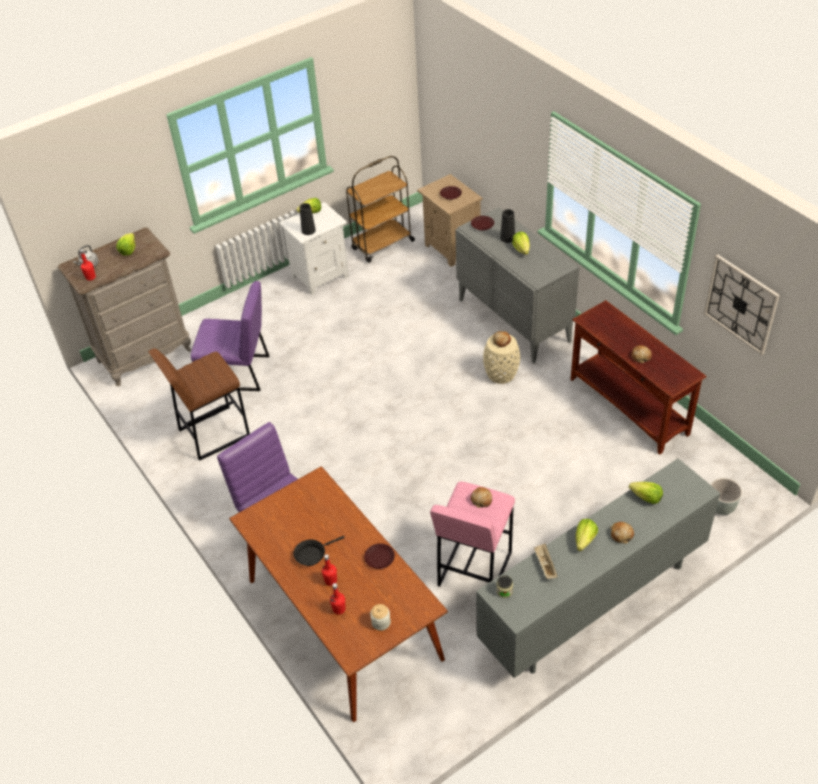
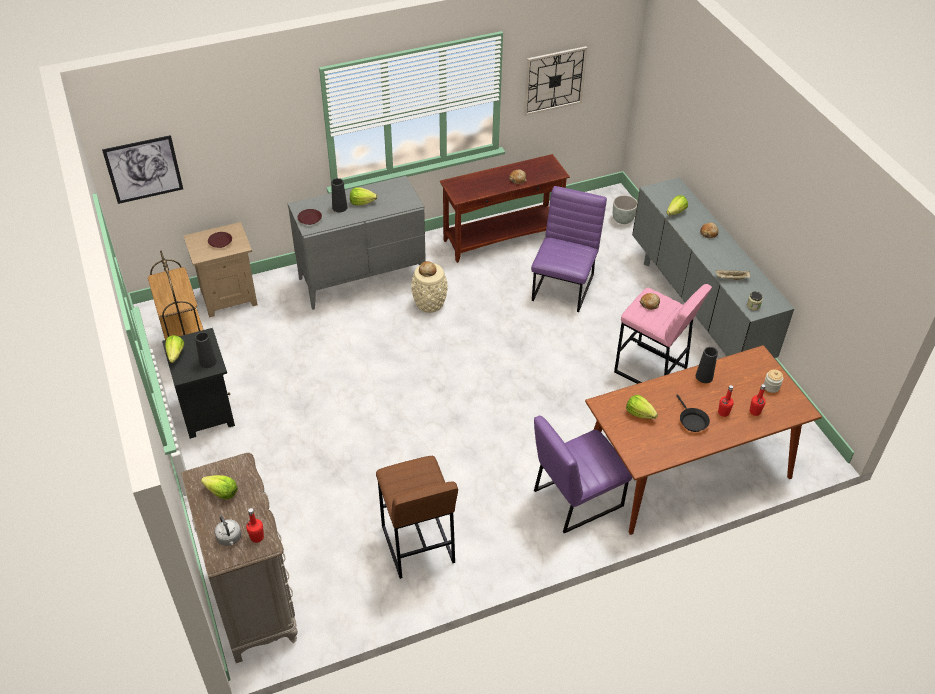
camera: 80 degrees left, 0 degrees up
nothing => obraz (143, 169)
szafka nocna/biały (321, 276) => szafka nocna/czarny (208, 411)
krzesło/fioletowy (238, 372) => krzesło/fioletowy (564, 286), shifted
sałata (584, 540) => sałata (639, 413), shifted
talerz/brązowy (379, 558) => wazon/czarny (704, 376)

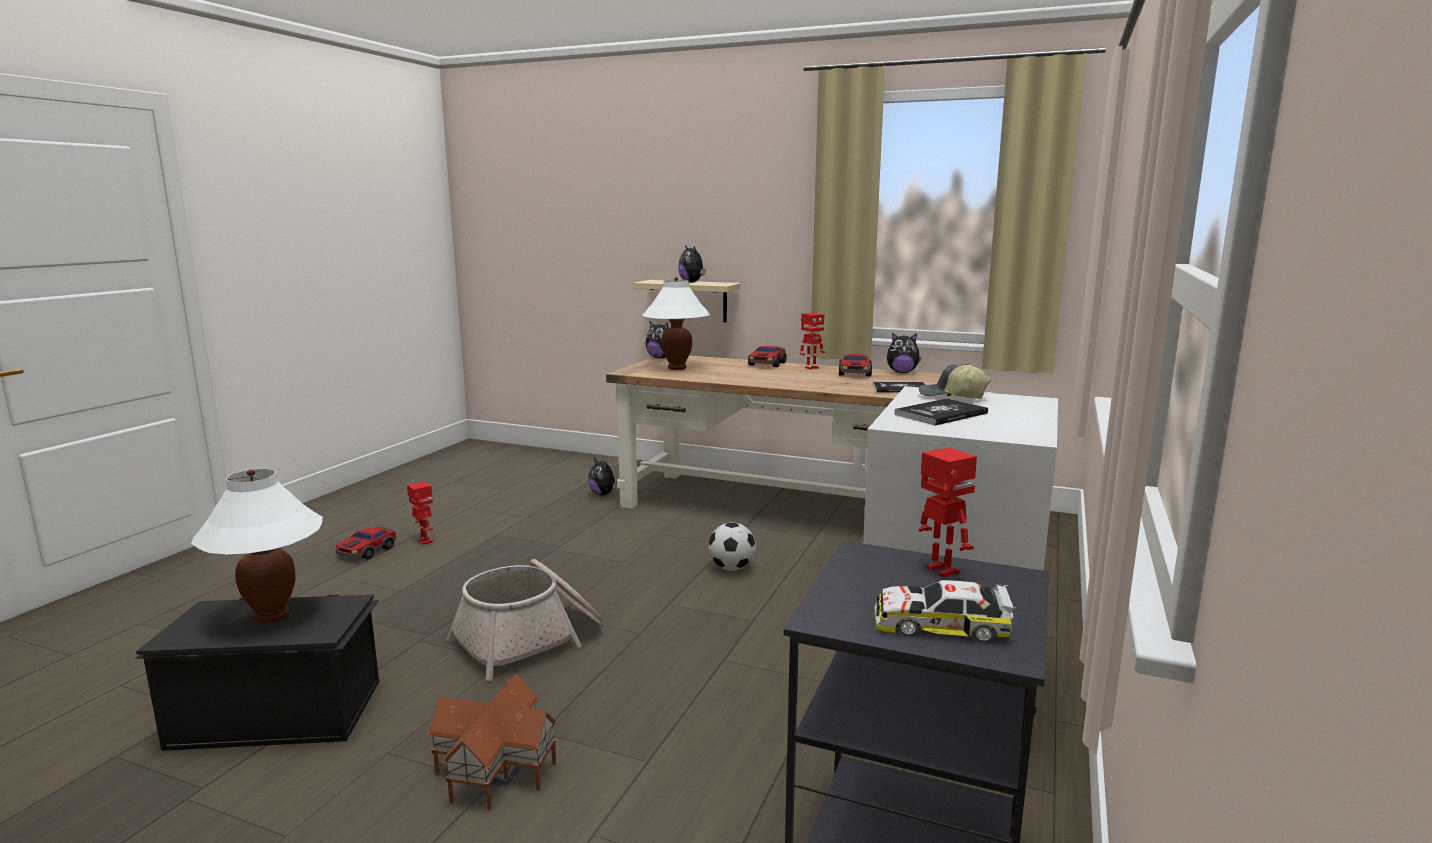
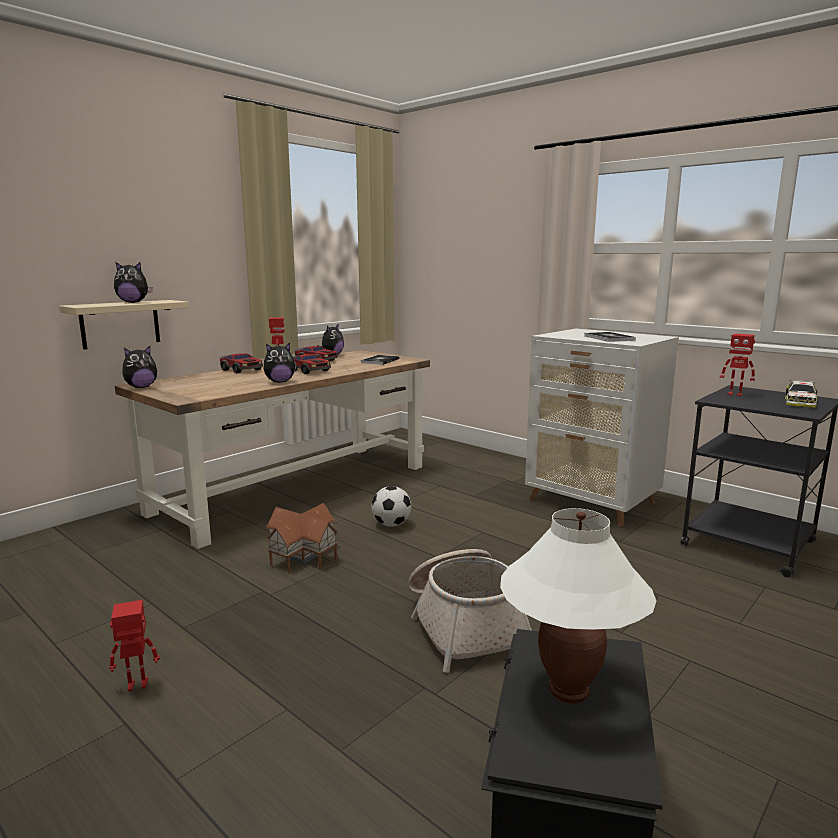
camera: 70 degrees left, 0 degrees up
pluszak (603, 494) => pluszak (280, 382), shifted
domek (495, 768) => domek (301, 556), shifted
samochodzik (368, 551) => samochodzik (309, 371), shifted
robot zabawkowy (941, 571) => robot zabawkowy (735, 394), 135 degrees counterclockwise
lampa stołowa/biały (677, 368) => nothing
czapka z daszkiem (951, 397) => nothing

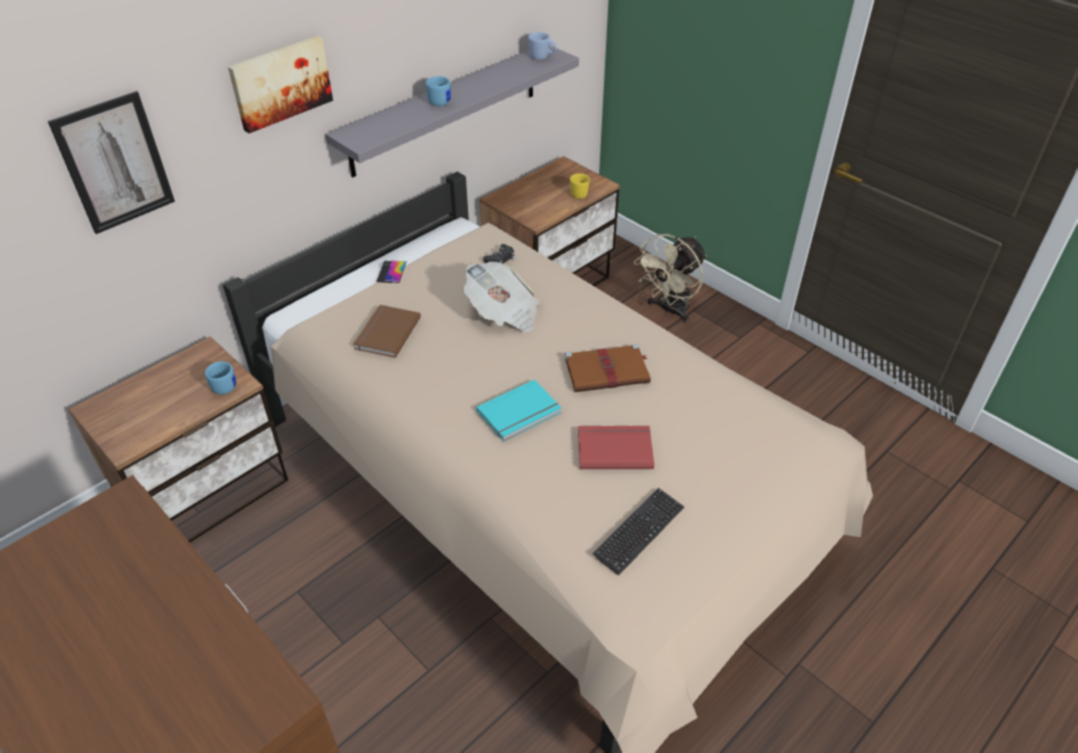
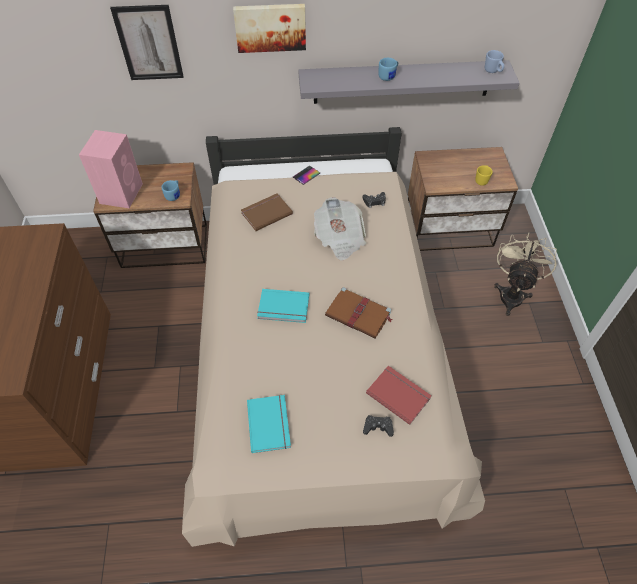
camera: 40 degrees right, 10 degrees up
nothing => głośnik/różowy (121, 192)
klawiatura (639, 532) => książka/turkusowy (270, 424)
nothing => pad do gier/czarny (378, 427)
książka/czerwony (614, 448) => książka/czerwony (399, 394), shifted
wentylator/beżowy (669, 310) => wentylator/beżowy (512, 293), 120 degrees clockwise

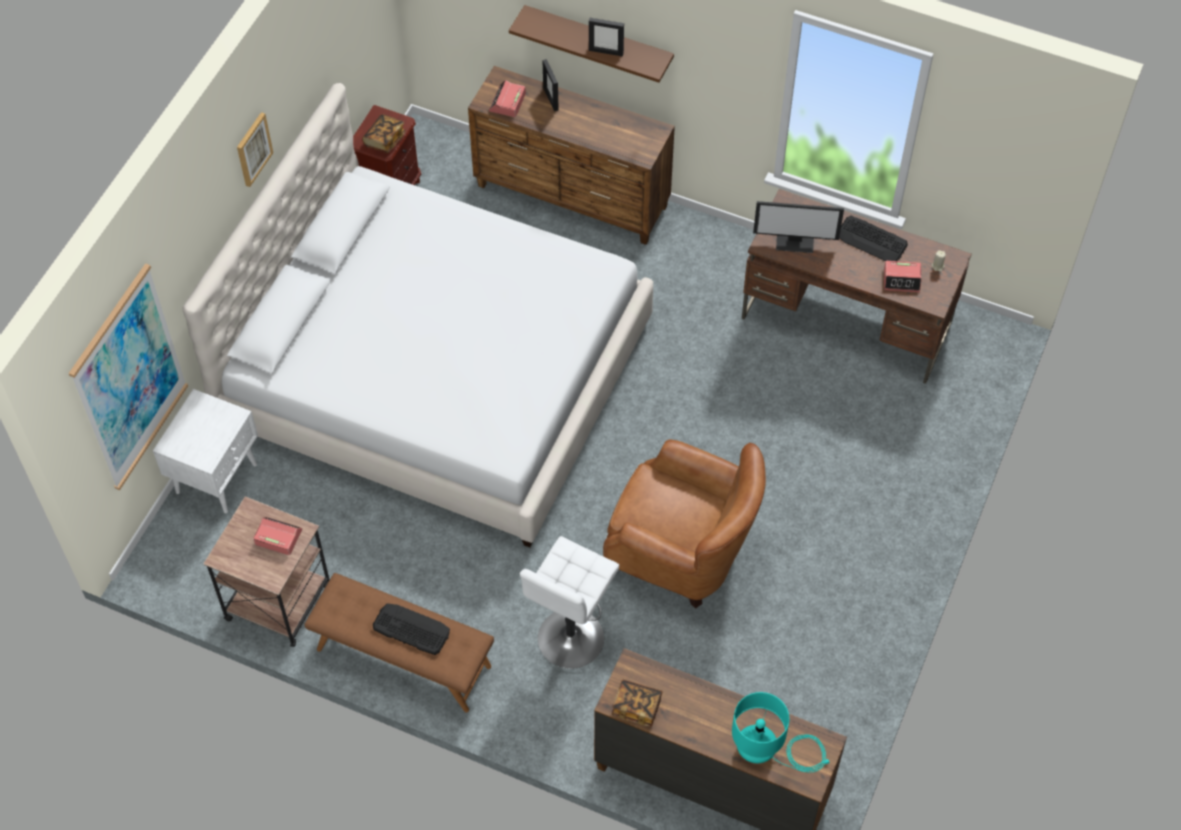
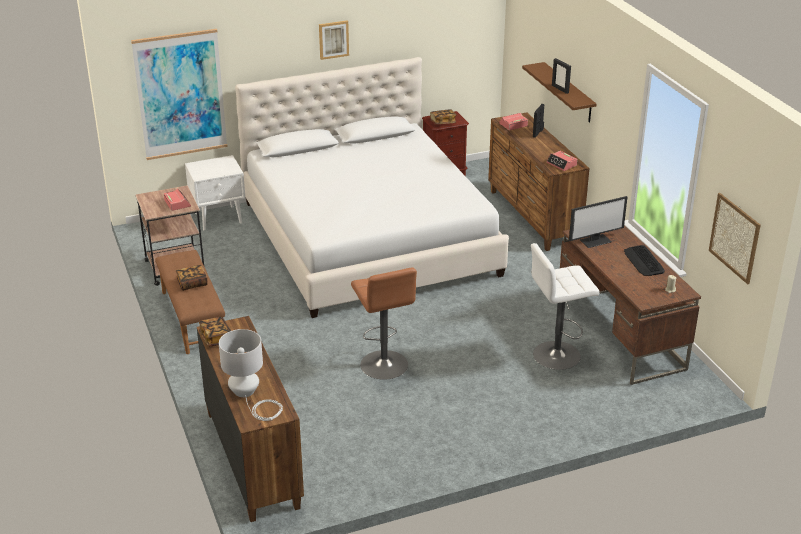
camera: 45 degrees right, 25 degrees down
klawiatura (411, 629) => książka (192, 283)
lampa stołowa/turkusowy (775, 751) => lampa stołowa/biały (253, 398)
fotel/brązowy (682, 552) => stołek/brązowy (384, 365)
stołek/biały (569, 638) => stołek/biały (556, 355), shifted
budzik (902, 280) => budzik (561, 164), shifted
monitor (795, 242) => monitor (595, 240), 75 degrees counterclockwise
nothing => obraz (734, 237)

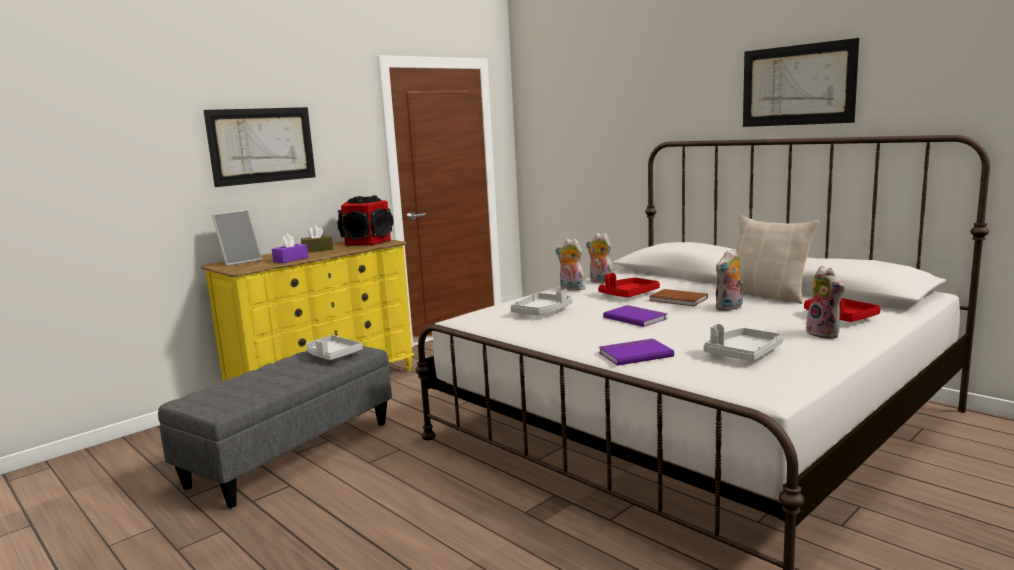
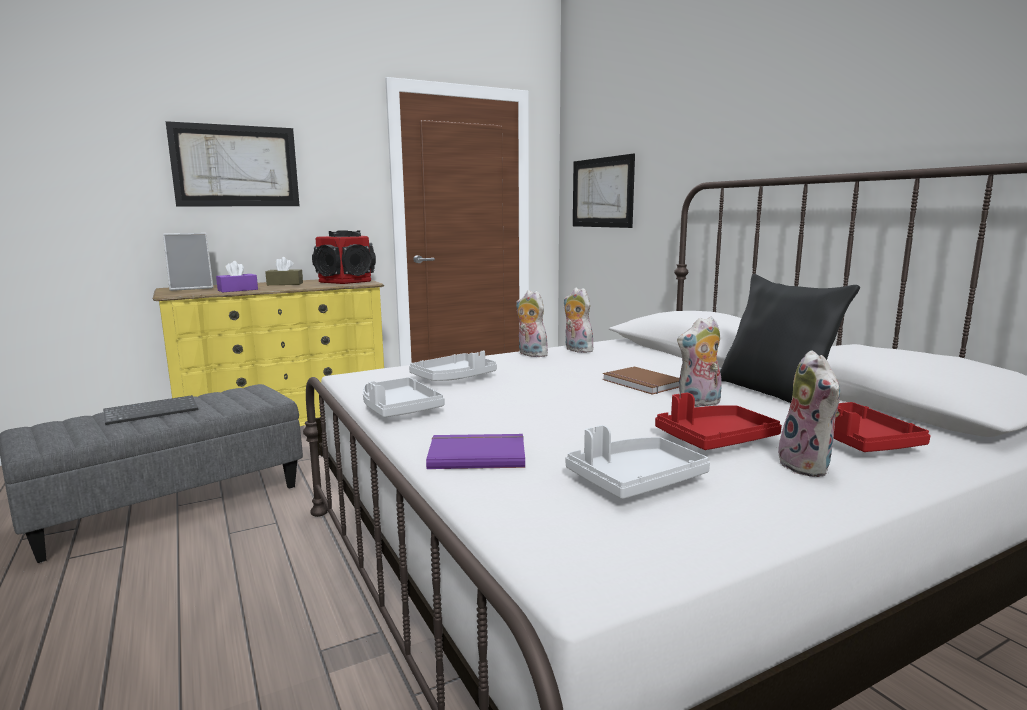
camera: 15 degrees right, 0 degrees up
nothing => klawiatura (153, 411)
taca/szary (332, 355) => taca/szary (398, 409), shifted
obraz (797, 85) => obraz (602, 192), shifted
taca/czerwony (628, 295) => taca/czerwony (715, 439), shifted
poduszka/beżowy (768, 295) => poduszka/czarny (775, 392)
książka/fioletowy (636, 318) => nothing

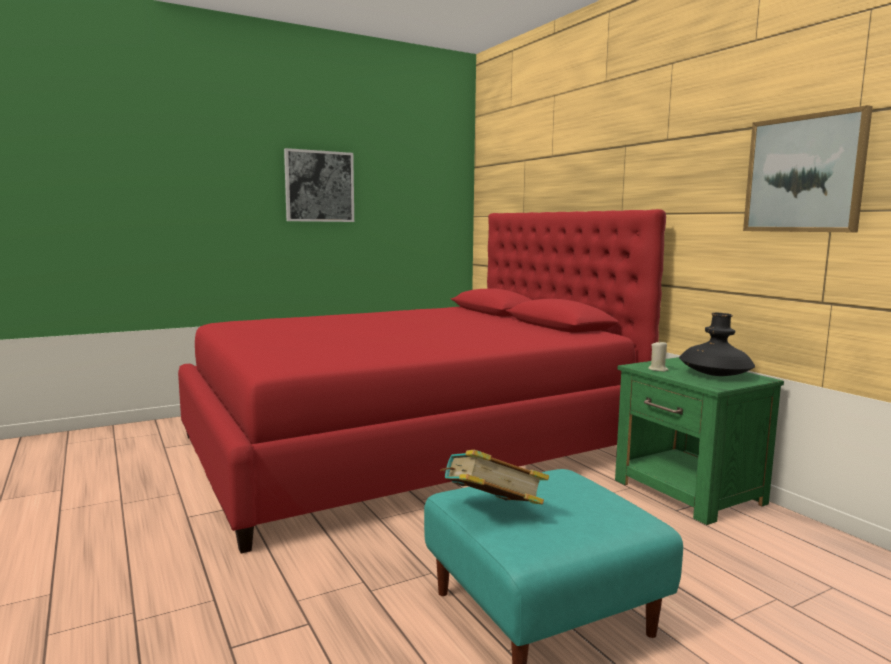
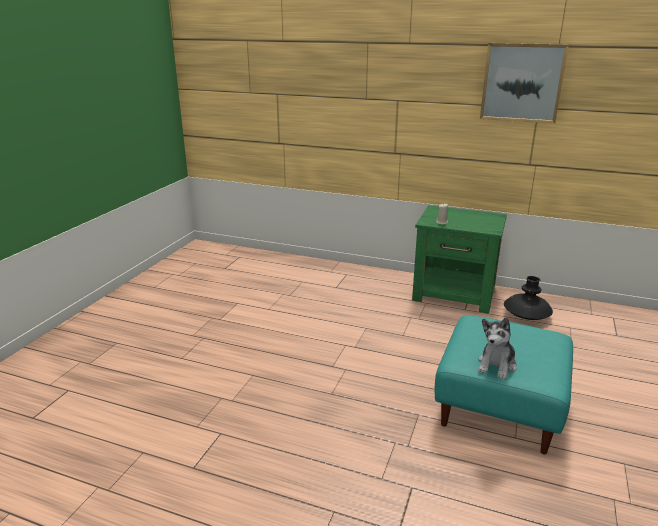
camera: 40 degrees left, 15 degrees up
książka (491, 512) => pluszak (497, 365)
wazon/czarny (715, 374) => wazon/czarny (526, 315), shifted
łóżko/czerwony (410, 445) => nothing
obraz (319, 186) => nothing

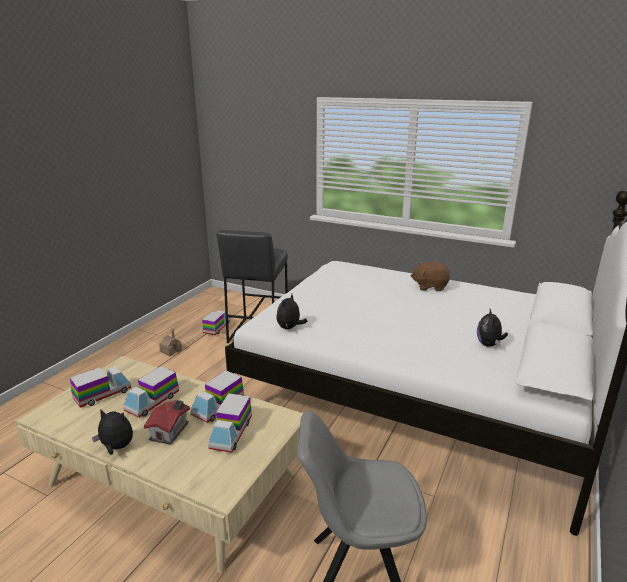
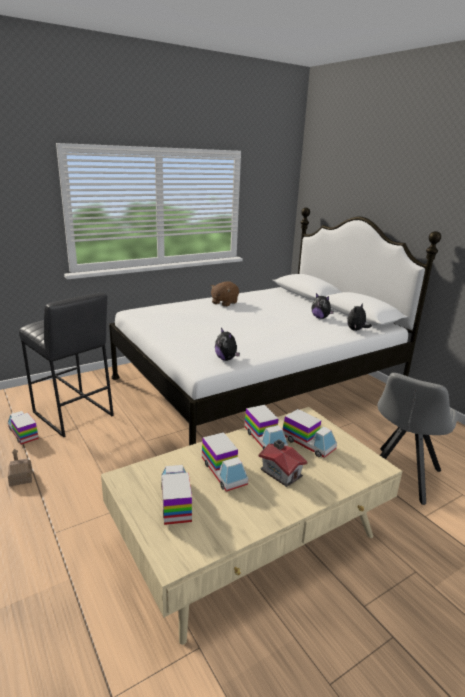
camera: 60 degrees left, 0 degrees up
pluszak (116, 448) => pluszak (356, 330), shifted

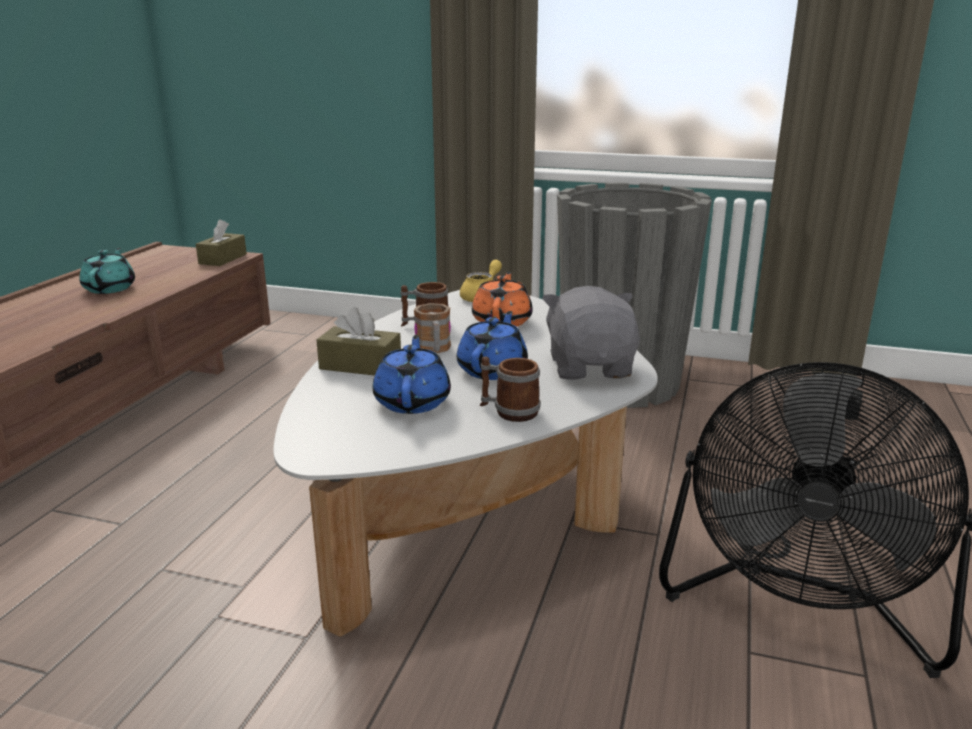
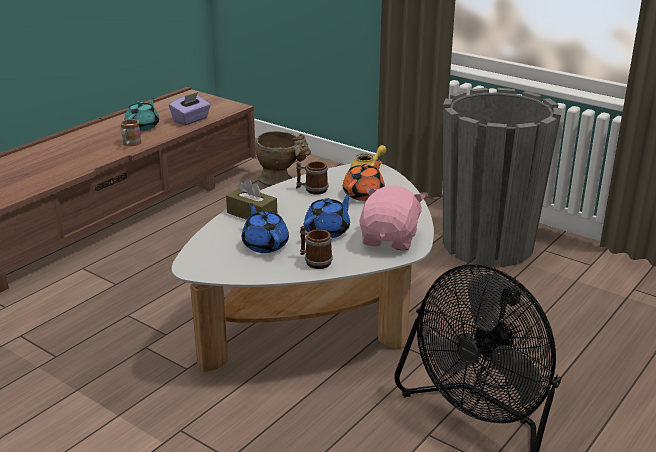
camera: 20 degrees right, 5 degrees up
kubek (434, 350) => kubek (130, 144), shifted
nothing => pudełko chusteczek/fioletowy (191, 120)
imbryk/niebieski (413, 401) => imbryk/niebieski (265, 244), 45 degrees counterclockwise
nothing => wazon/beżowy (282, 181)
pluszak/szary (590, 367) => pluszak/różowy (390, 239)
pudełko chusteczek/brązowy (223, 259) => nothing

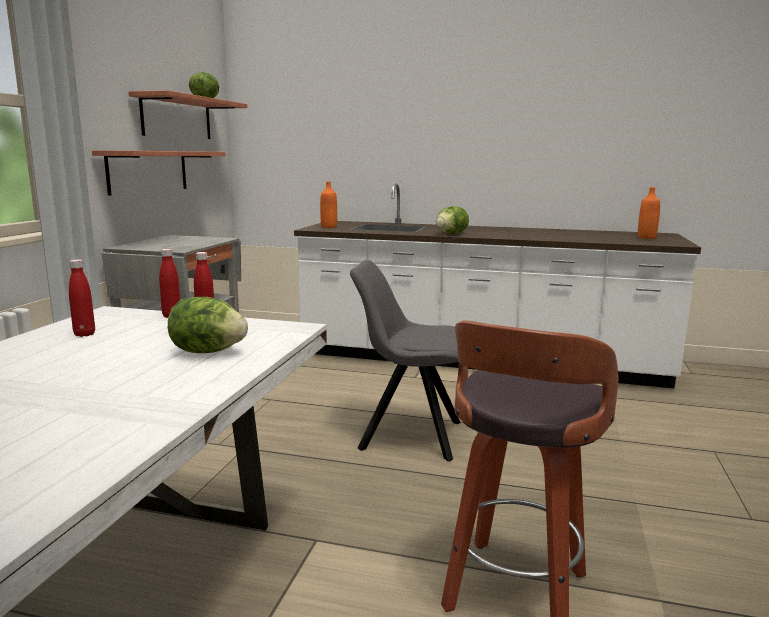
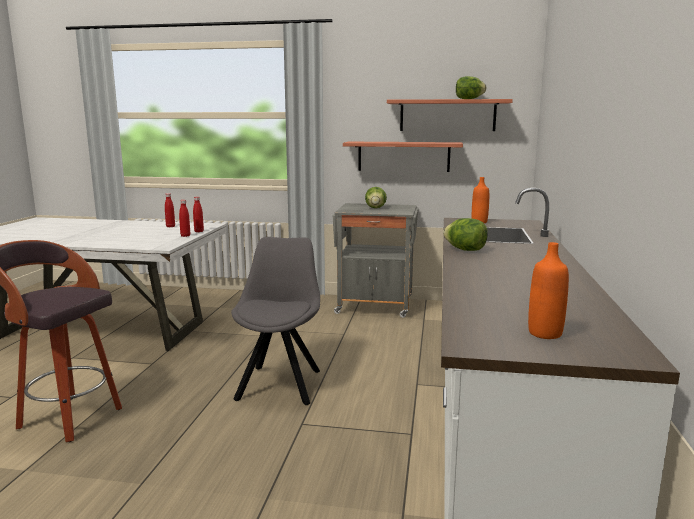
camera: 85 degrees right, 0 degrees up
sałata (208, 352) => sałata (375, 208), shifted

